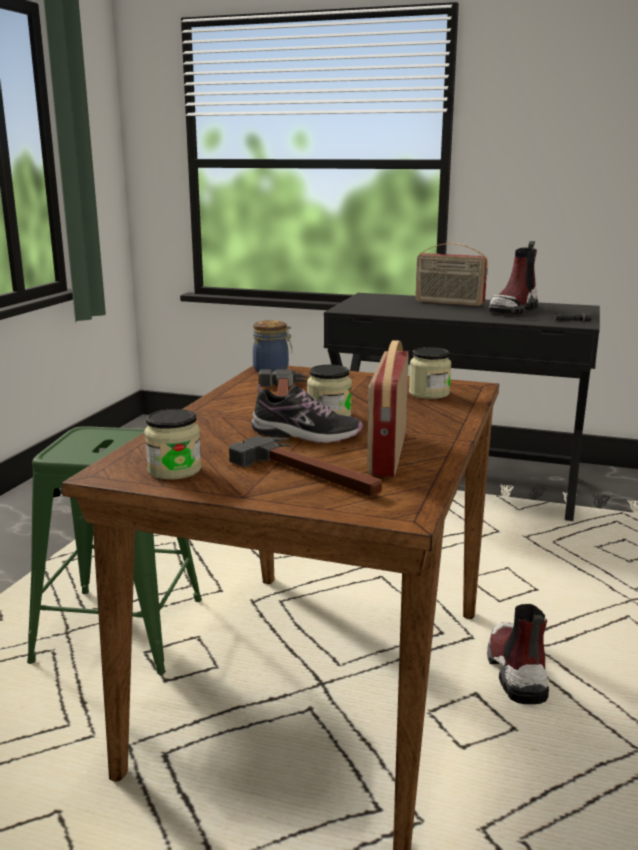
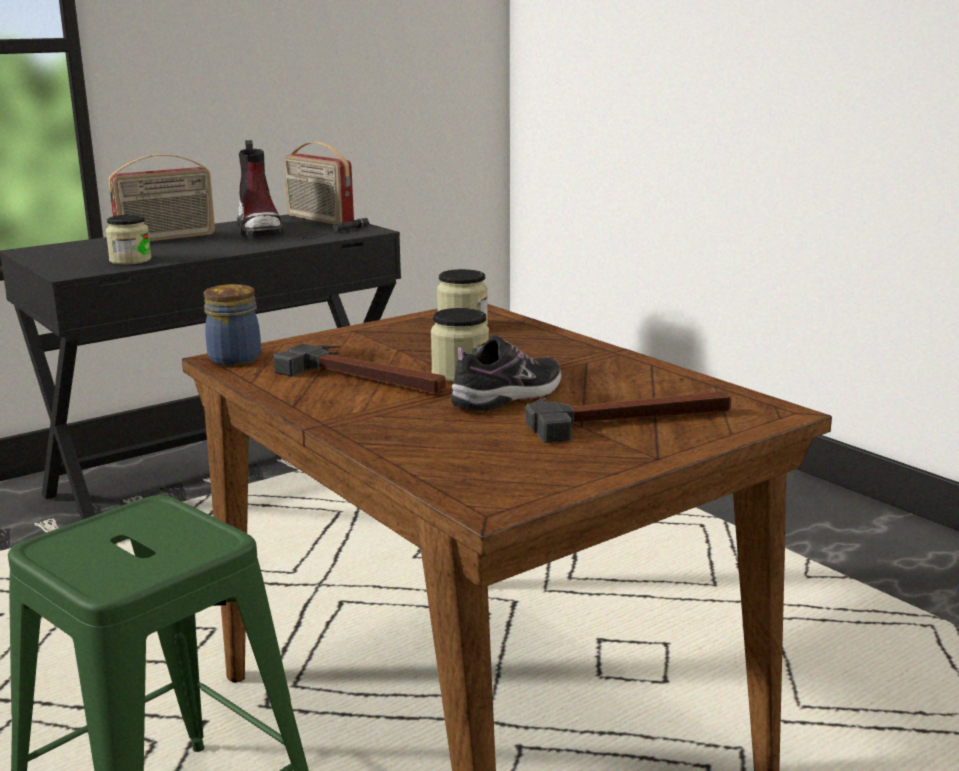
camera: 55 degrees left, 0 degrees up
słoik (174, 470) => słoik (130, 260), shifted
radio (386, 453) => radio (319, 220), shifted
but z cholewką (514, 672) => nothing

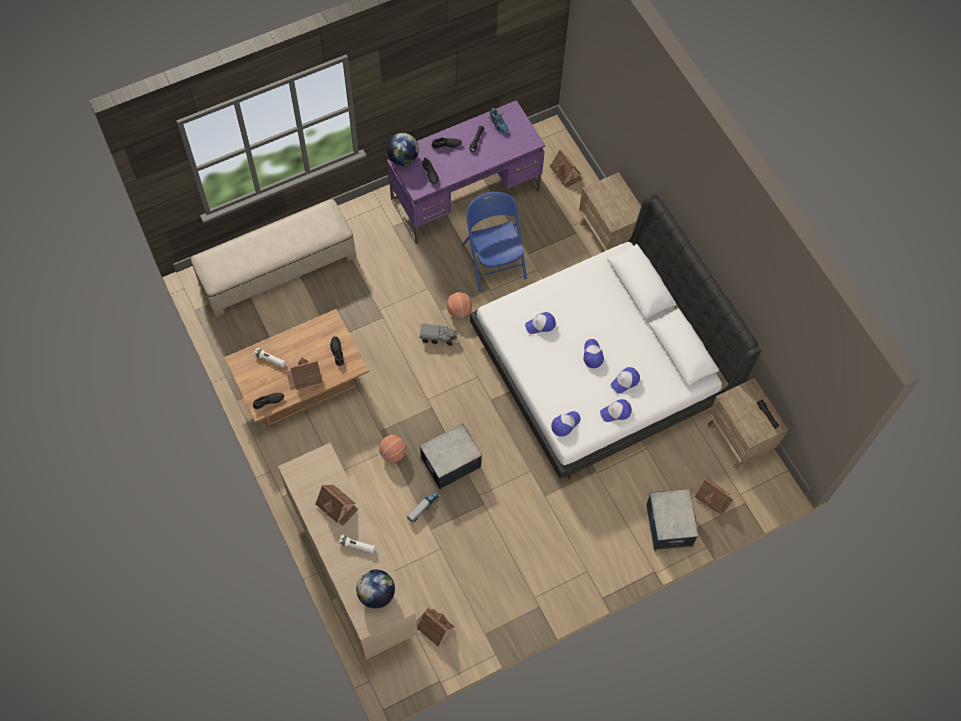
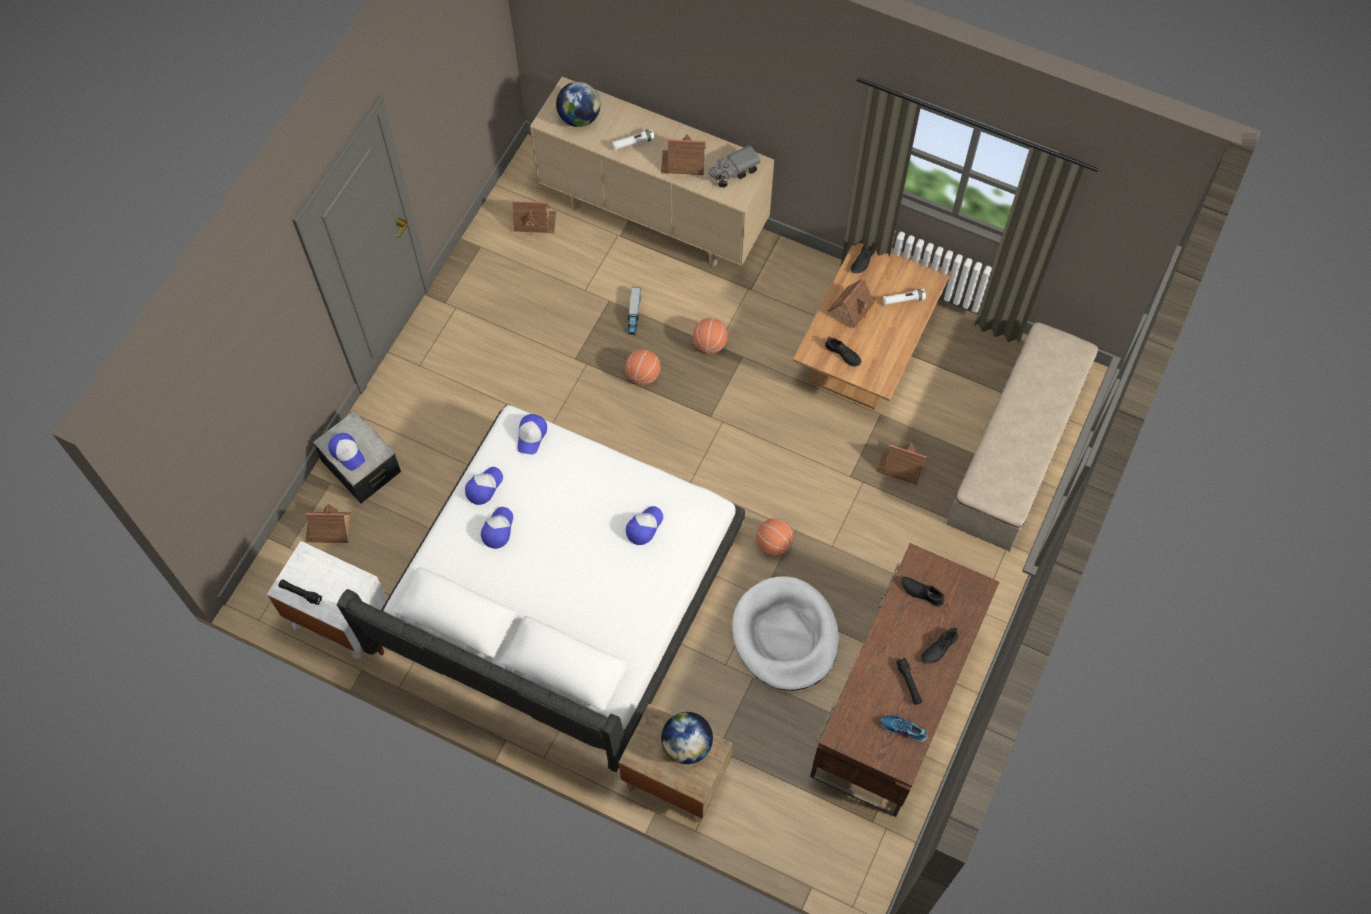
camera: 145 degrees right, 0 degrees up
szafka nocna/brązowy (739, 438) => szafka nocna/biały (339, 618)
czapka z daszkiem (592, 354) => czapka z daszkiem (347, 453), shifted
pojemnik do przechowywania (450, 462) => piłka do koszykówki (643, 375)
globus (403, 158) => globus (687, 745), shifted
ciężarówka zabawkowa (438, 337) => ciężarówka zabawkowa (733, 172), shifted
krzesło/niebieski (494, 261) => legowisko/biały (785, 635)
biurko/fioletowy (466, 195) => biurko/brązowy (894, 701)
domek (566, 173) => domek (901, 466), shifted

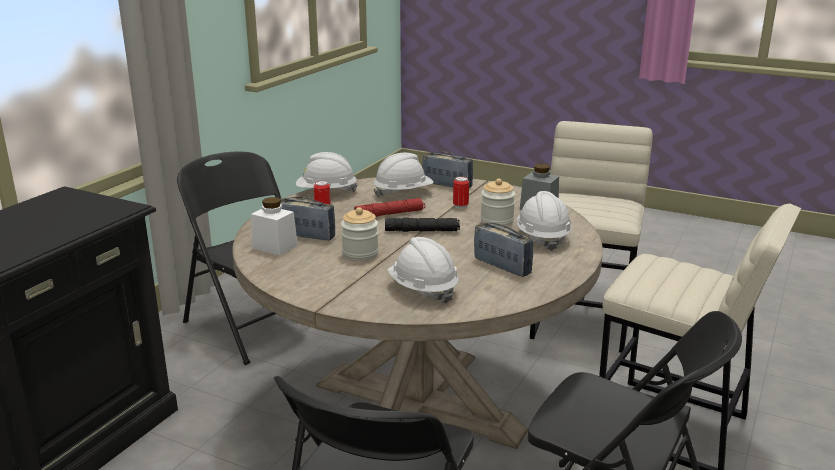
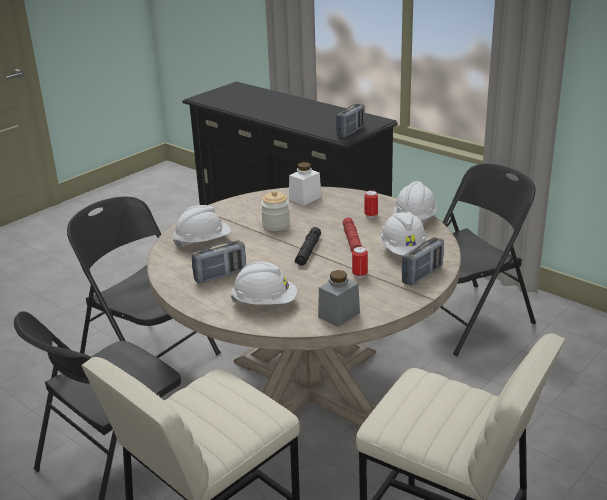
camera: 105 degrees right, 5 degrees up
radio (306, 235) => radio (350, 132), shifted
słoik (497, 221) => nothing

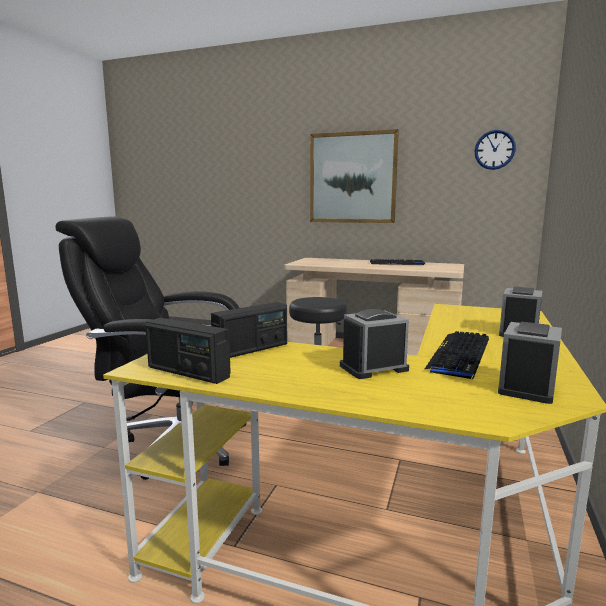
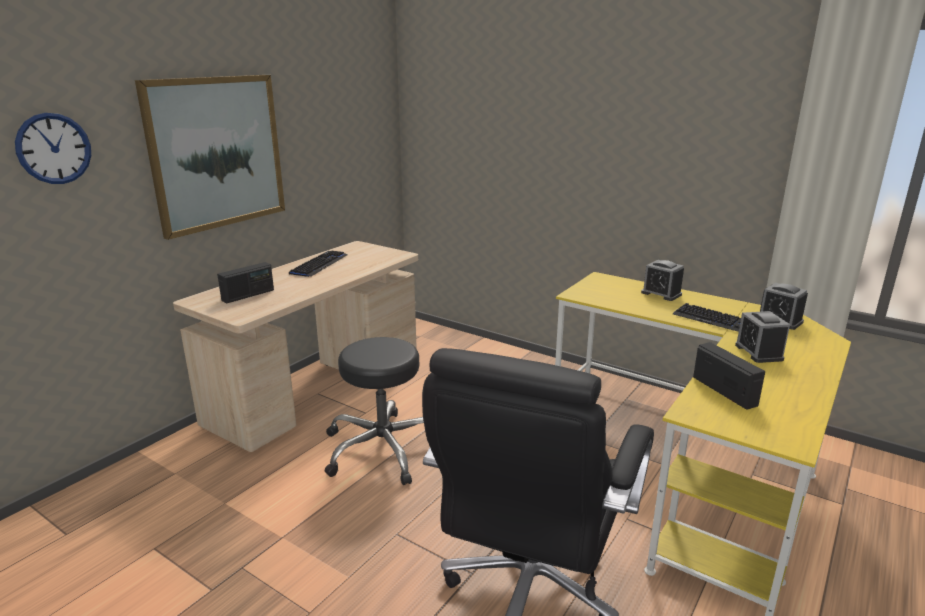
camera: 75 degrees left, 10 degrees up
zegar ścienny (494, 150) => zegar ścienny (54, 148), shifted
radio (188, 372) => radio (248, 295), shifted

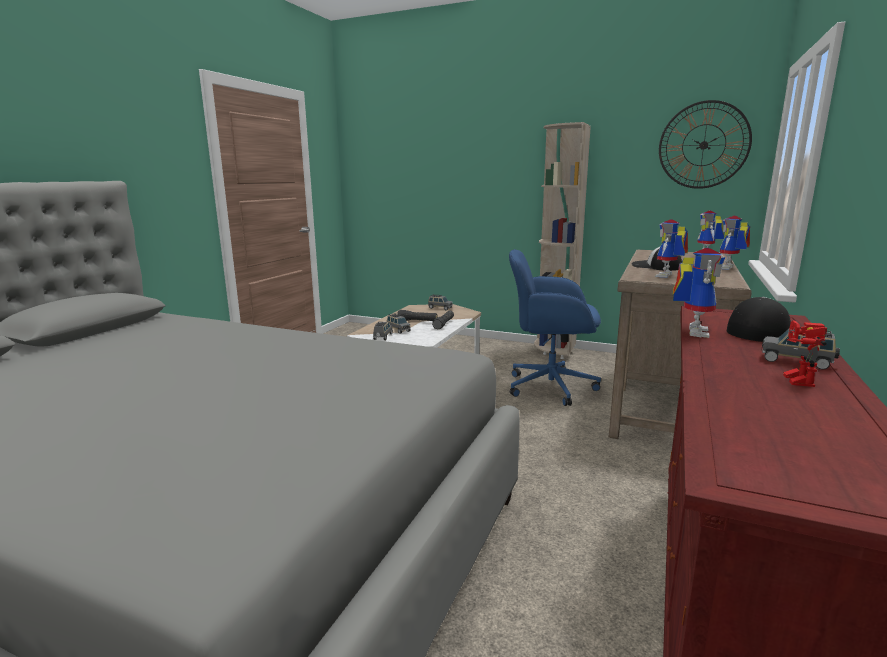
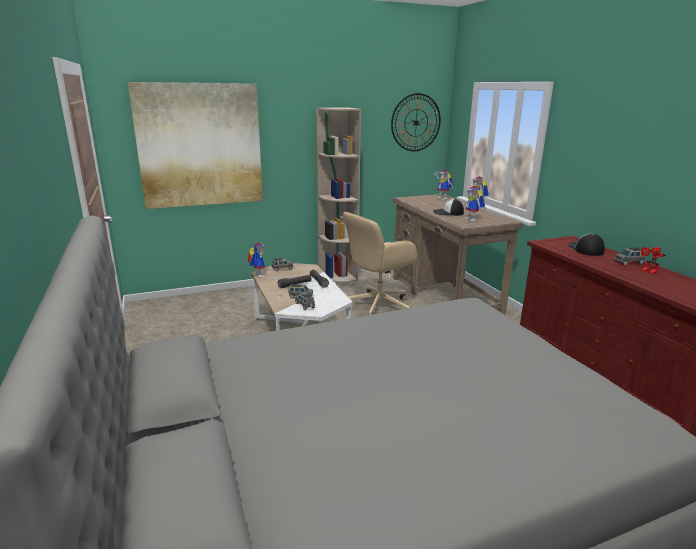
camera: 45 degrees left, 5 degrees up
nothing => obraz (200, 145)
robot zabawkowy (691, 331) => robot zabawkowy (257, 275), shifted
krzesło biurowe/niebieski (549, 387) => krzesło biurowe/beżowy (378, 307)

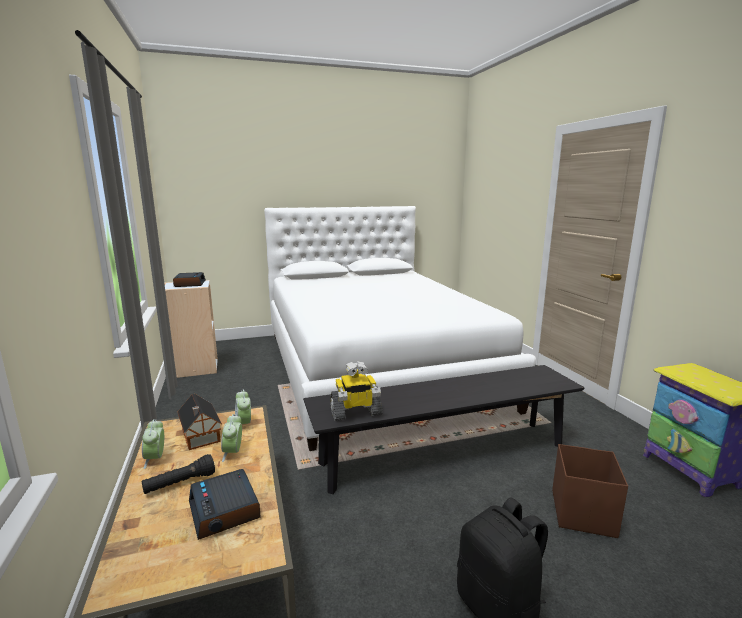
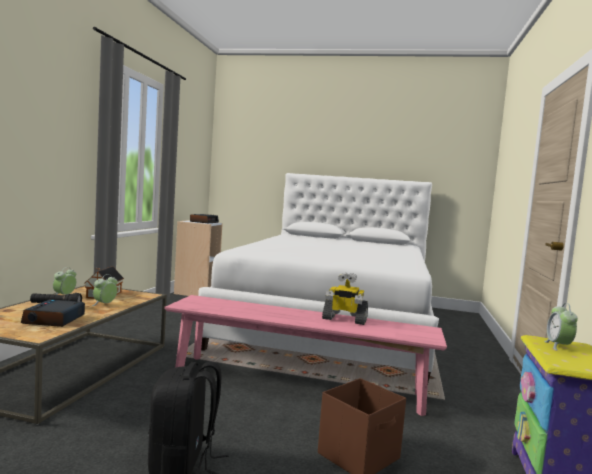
camera: 30 degrees right, 10 degrees down
ławka/czarny (444, 454) => ławka/różowy (297, 383)
robot zabawkowy (355, 413) => robot zabawkowy (344, 319), shifted
budzik (244, 425) => budzik (558, 346), shifted

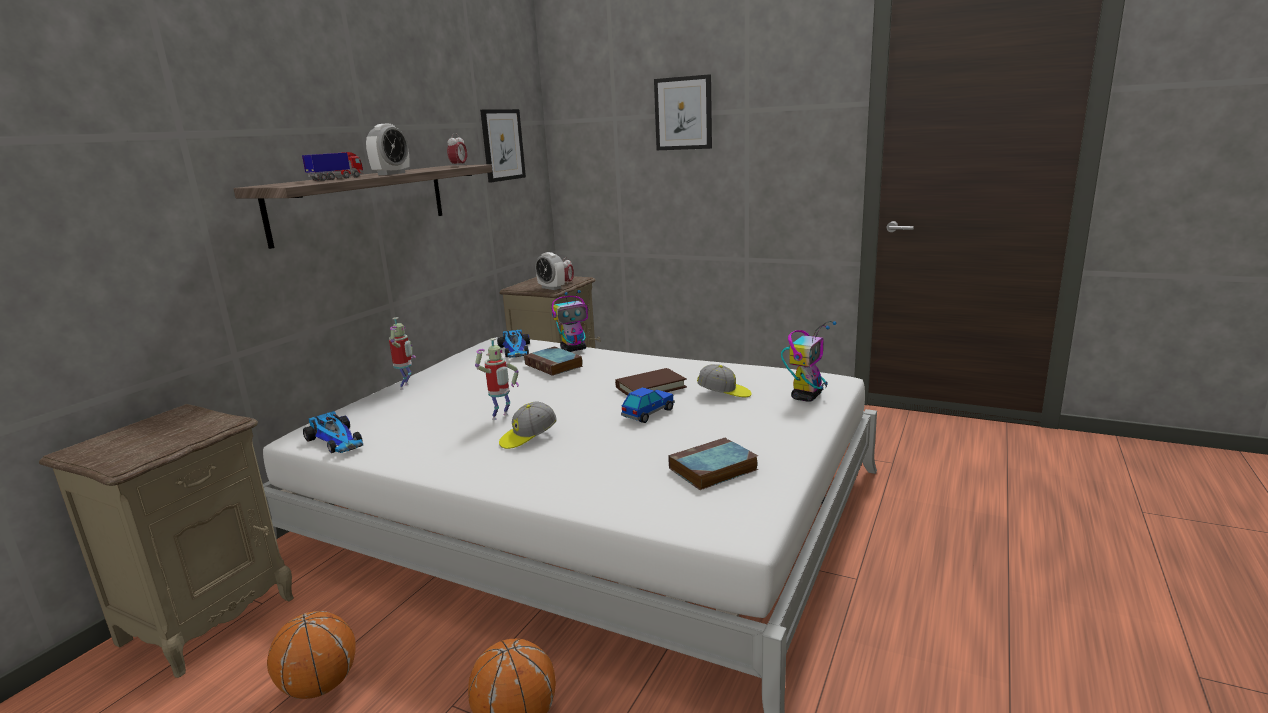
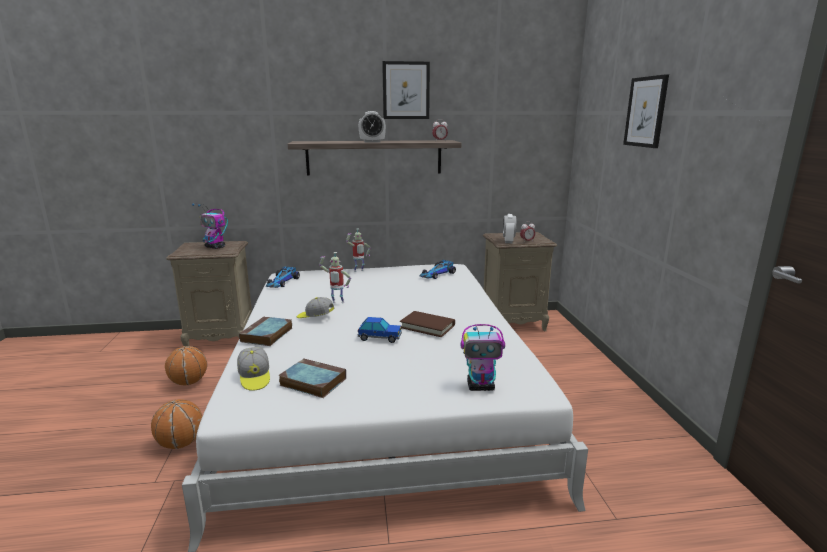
camera: 55 degrees right, 0 degrees up
robot zabawkowy (574, 349) => robot zabawkowy (215, 247), shifted
czapka z daszkiem (724, 393) => czapka z daszkiem (254, 377), shifted
książka (554, 365) => książka (267, 335), shifted
obraz (502, 145) => obraz (406, 90), shifted
ciężarówka zabawkowa (336, 179) => nothing

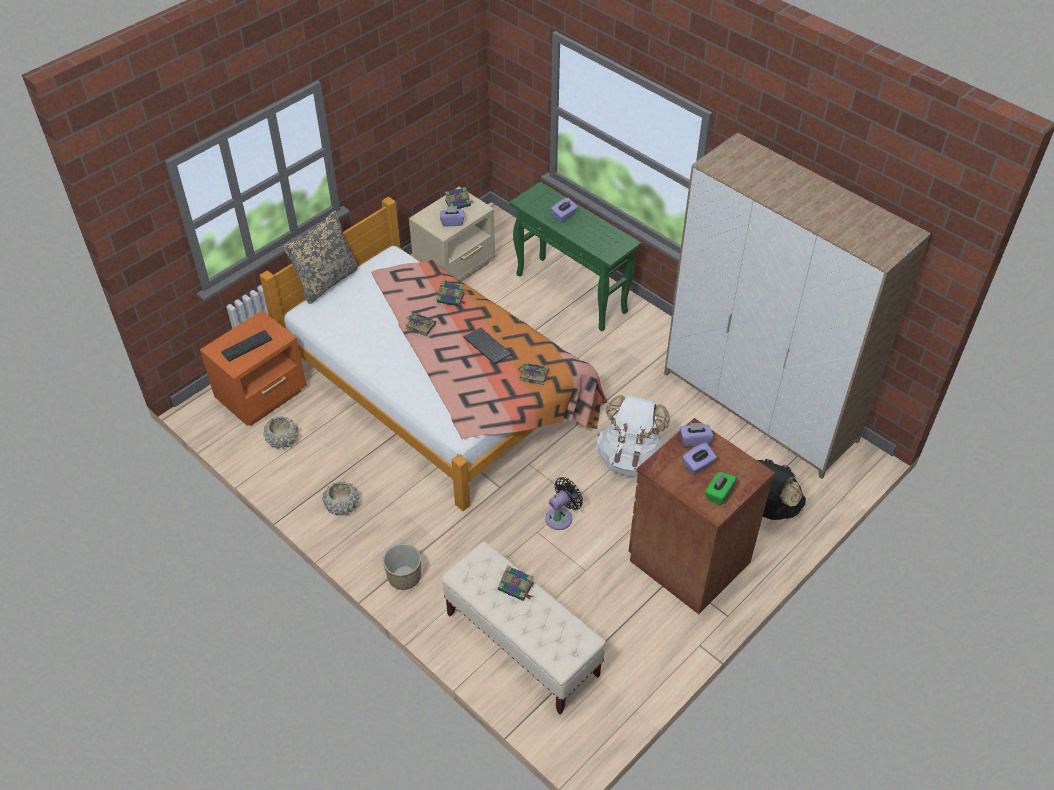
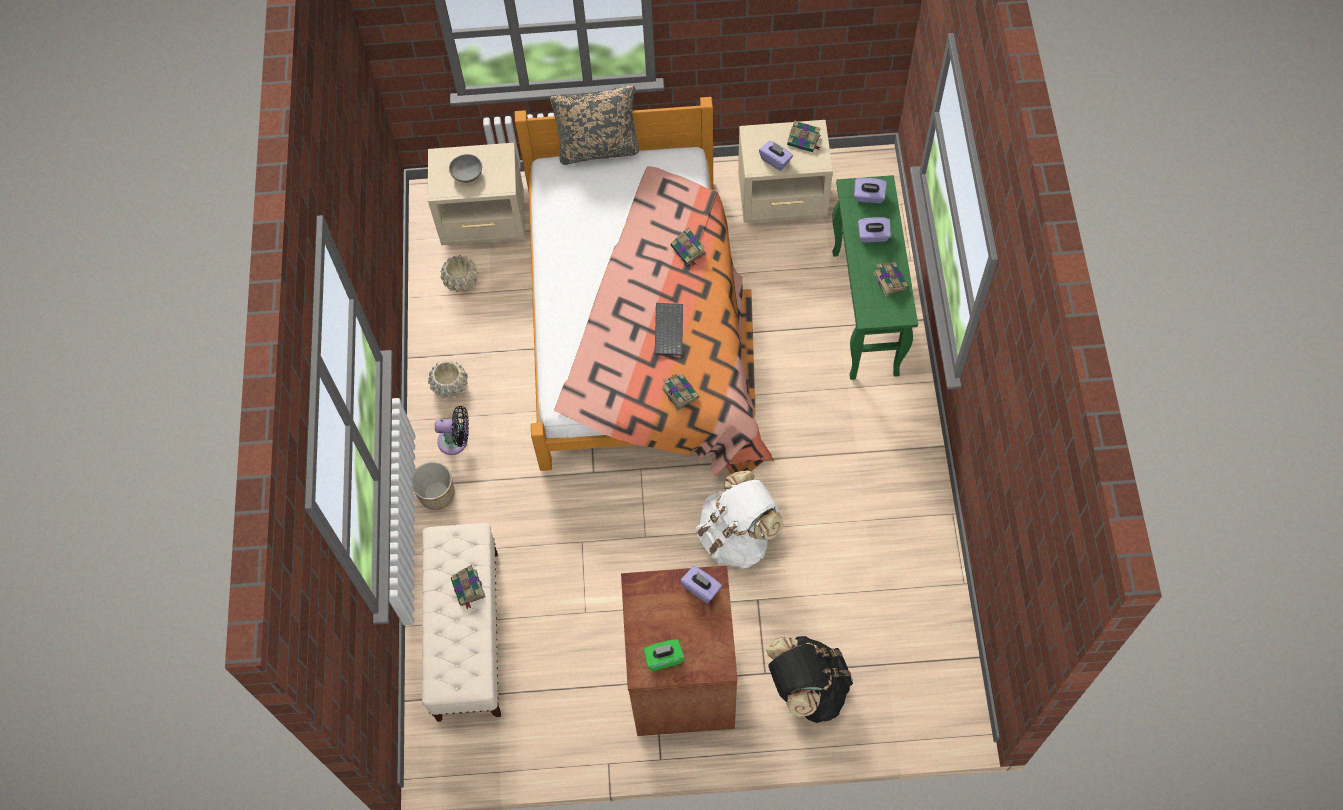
camera: 45 degrees right, 15 degrees up
szafka nocna/pomarańczowy (264, 396) => szafka nocna/beżowy (485, 222)
wentylator/czarny (561, 517) => wentylator/czarny (456, 441), shifted
klawiatura (247, 346) => miska/szary (467, 174)
pudełko chusteczek/fioletowy (698, 465) => pudełko chusteczek/fioletowy (868, 196), shifted
książka (420, 326) => książka (889, 280), shifted
szafa/biały (760, 406) => nothing

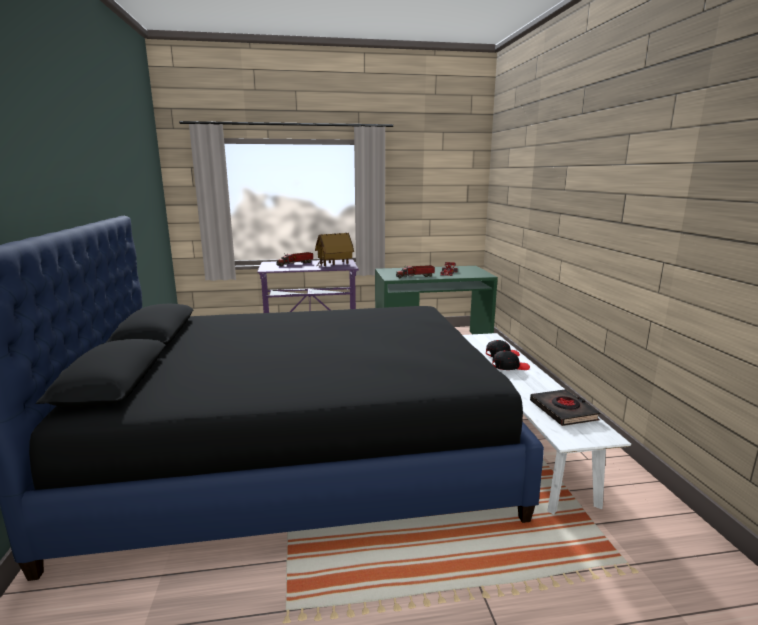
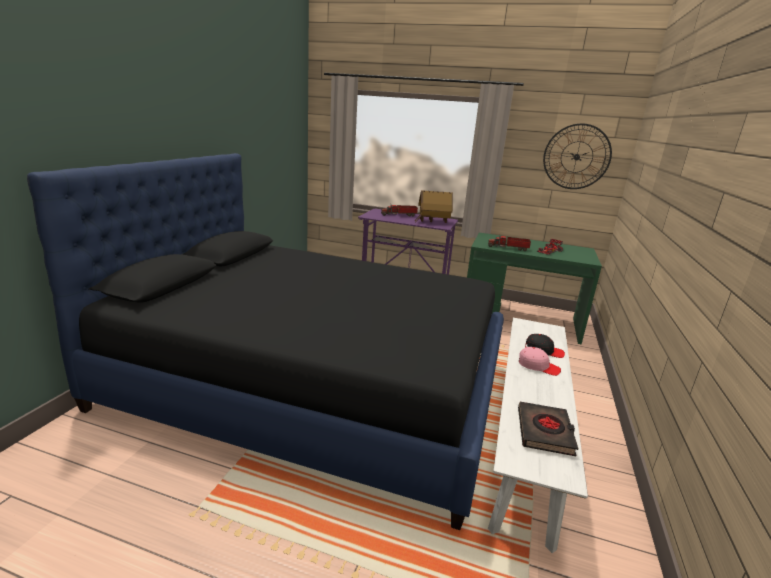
camera: 25 degrees right, 5 degrees up
czapka z daszkiem/czarny (510, 366) => czapka z daszkiem/różowy (538, 366)
nothing => zegar ścienny (576, 157)

